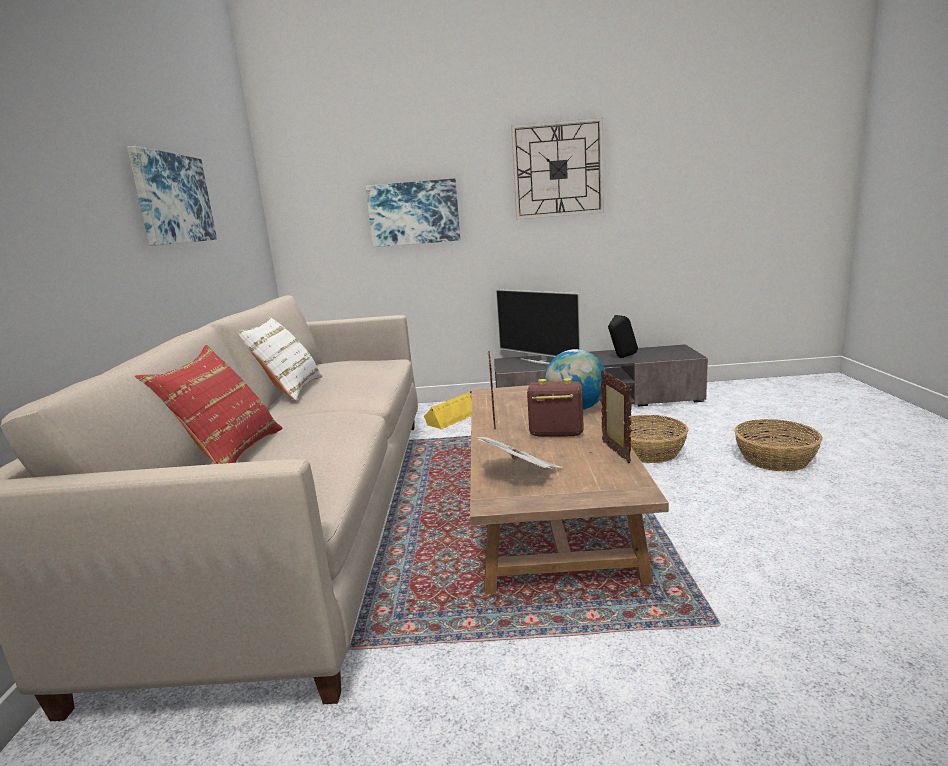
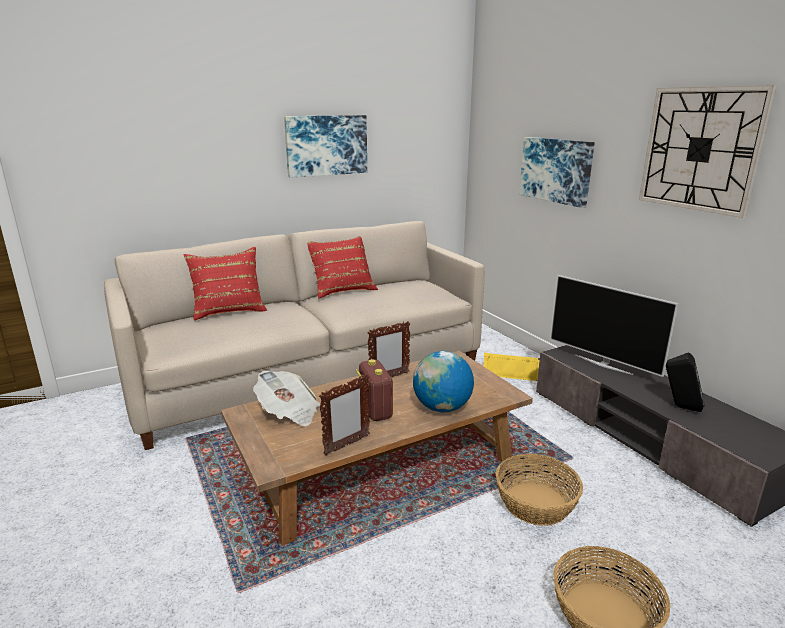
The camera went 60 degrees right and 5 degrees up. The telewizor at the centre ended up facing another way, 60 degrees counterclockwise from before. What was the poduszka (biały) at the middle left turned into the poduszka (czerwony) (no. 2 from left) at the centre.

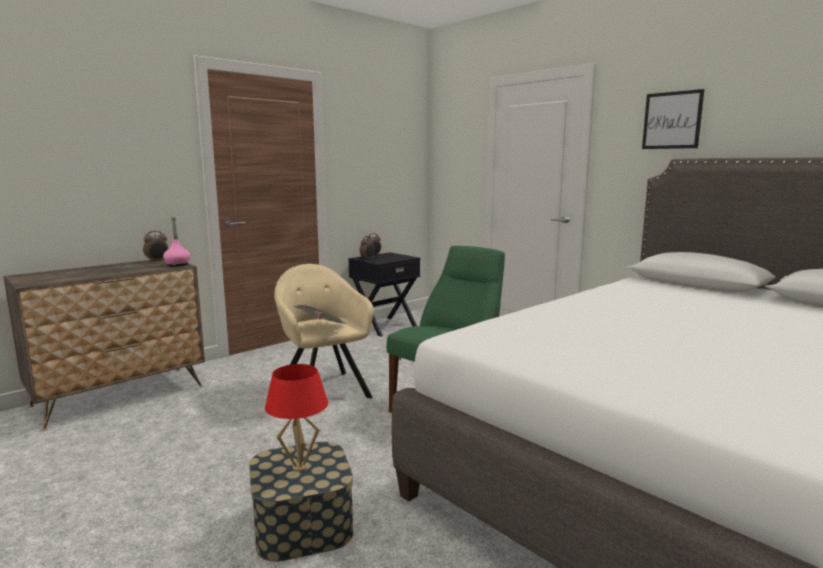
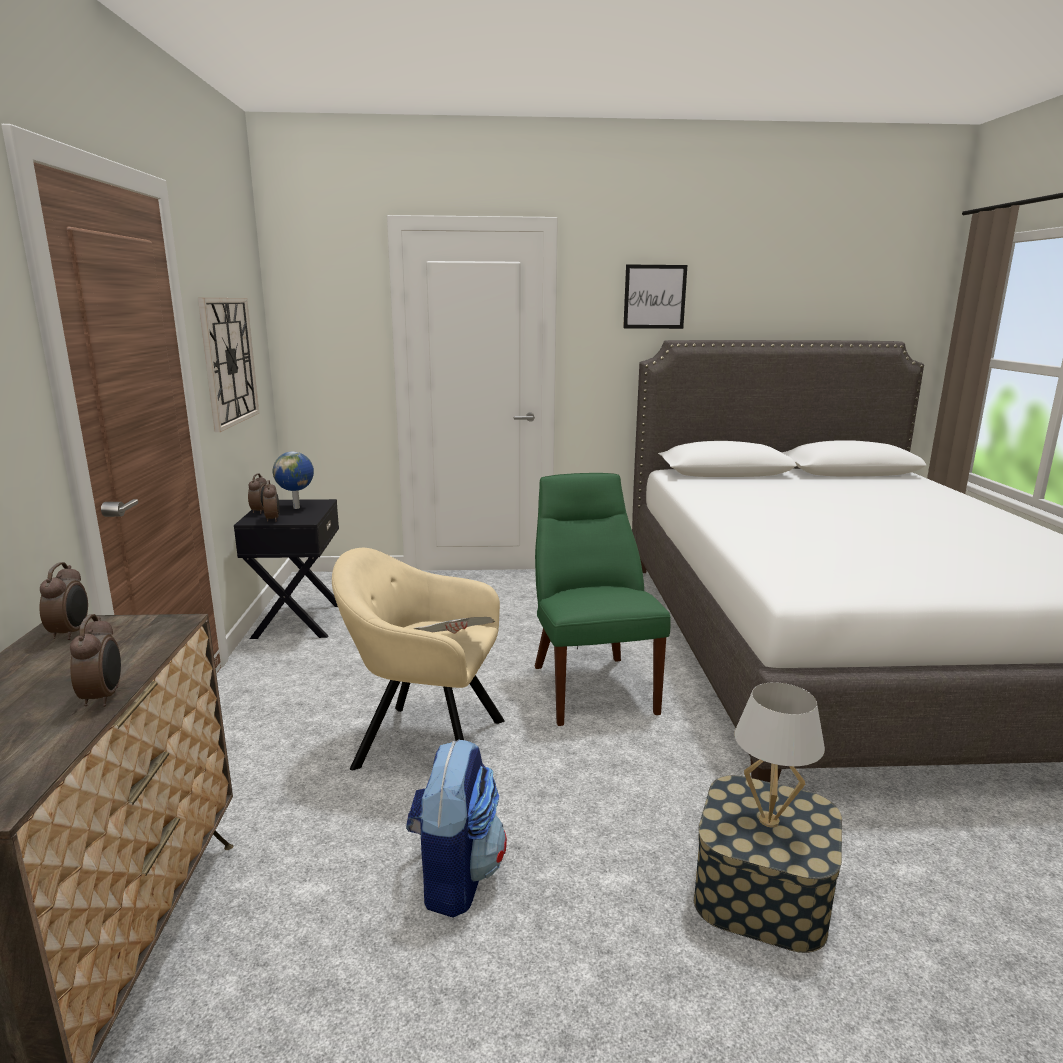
The camera went 50 degrees left and 5 degrees up. The second view lost the butelka (różowy) at the middle left. What was the lampa stołowa (czerwony) at the bottom centre turned into the lampa stołowa (biały) at the bottom right. The second view gained the zegar ścienny at the middle left. The second view gained the globus at the middle left. The second view gained the budzik (no. 2 from left) at the middle left. The second view gained the plecak at the bottom centre.

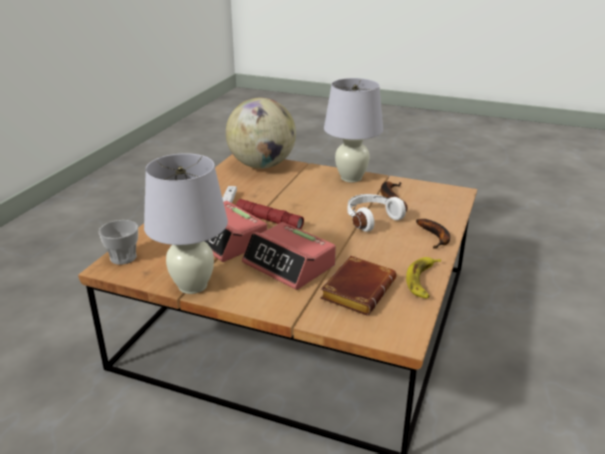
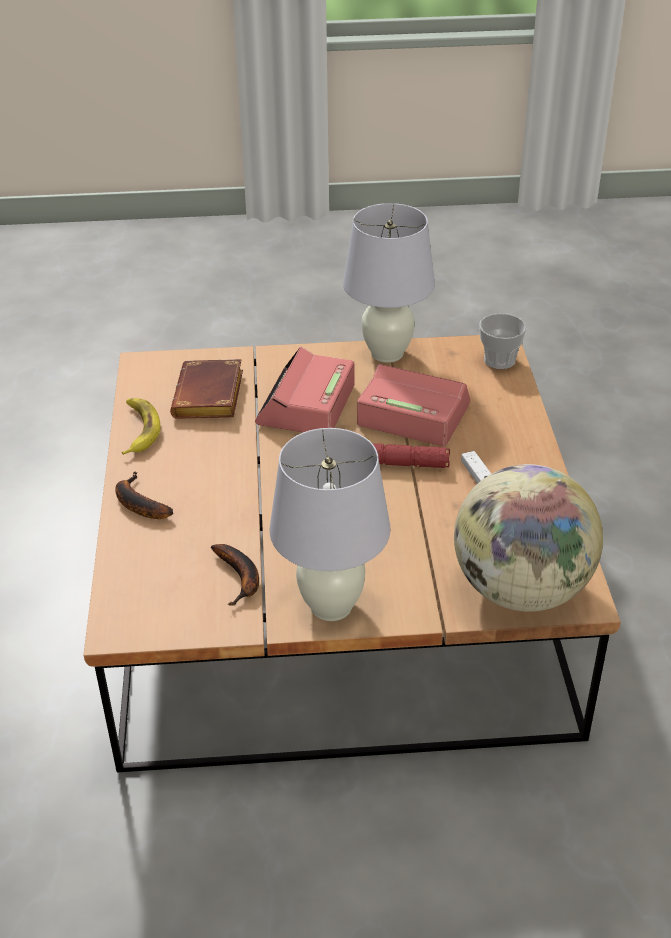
The camera went 155 degrees right and 10 degrees up. The second view lost the słuchawki (biały) at the centre. The budzik (no. 2 from left in the first image) at the centre ended up facing another way, 90 degrees counterclockwise from before.

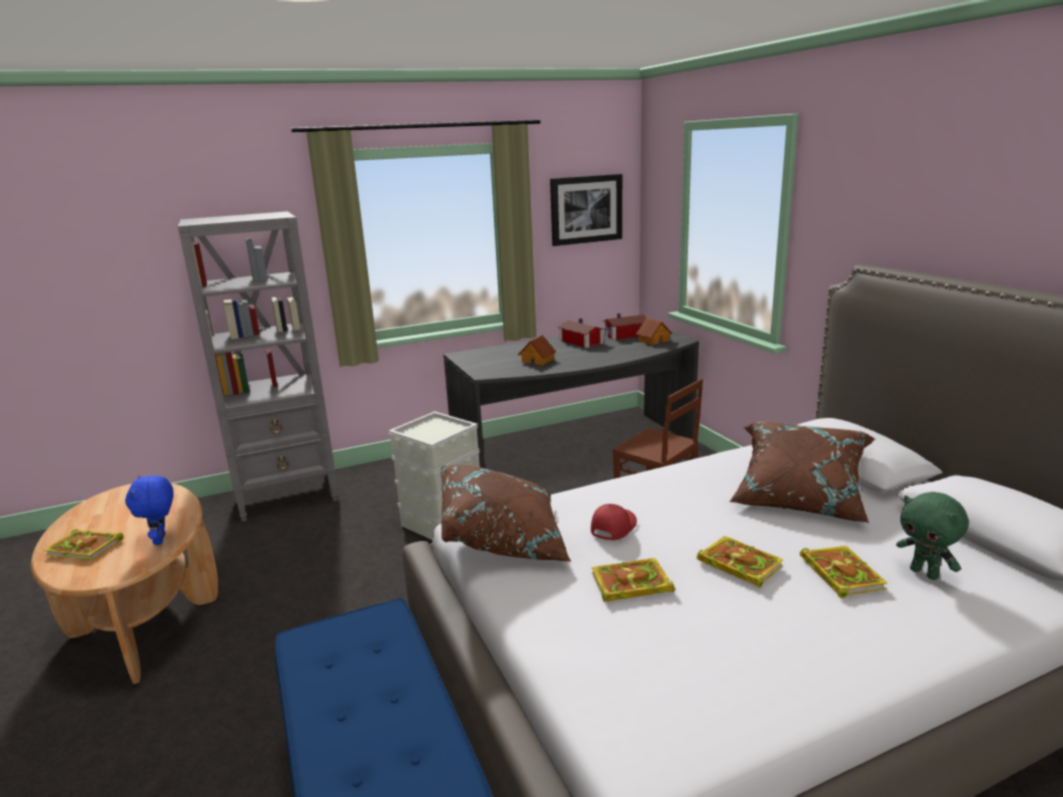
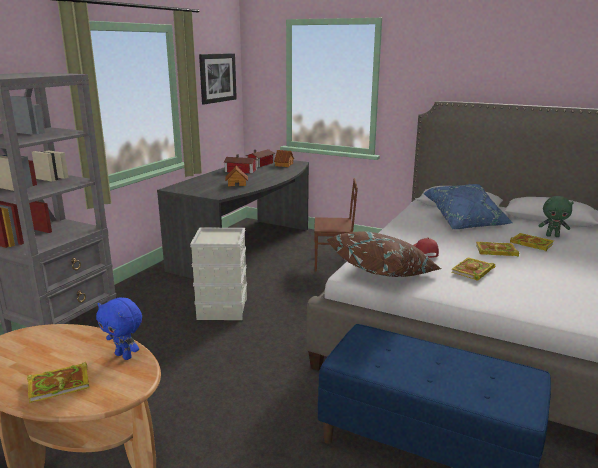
The camera went 40 degrees left and 0 degrees up. What was the poduszka (brązowy) (no. 2 from left) at the middle right turned into the poduszka (niebieski) at the middle right.

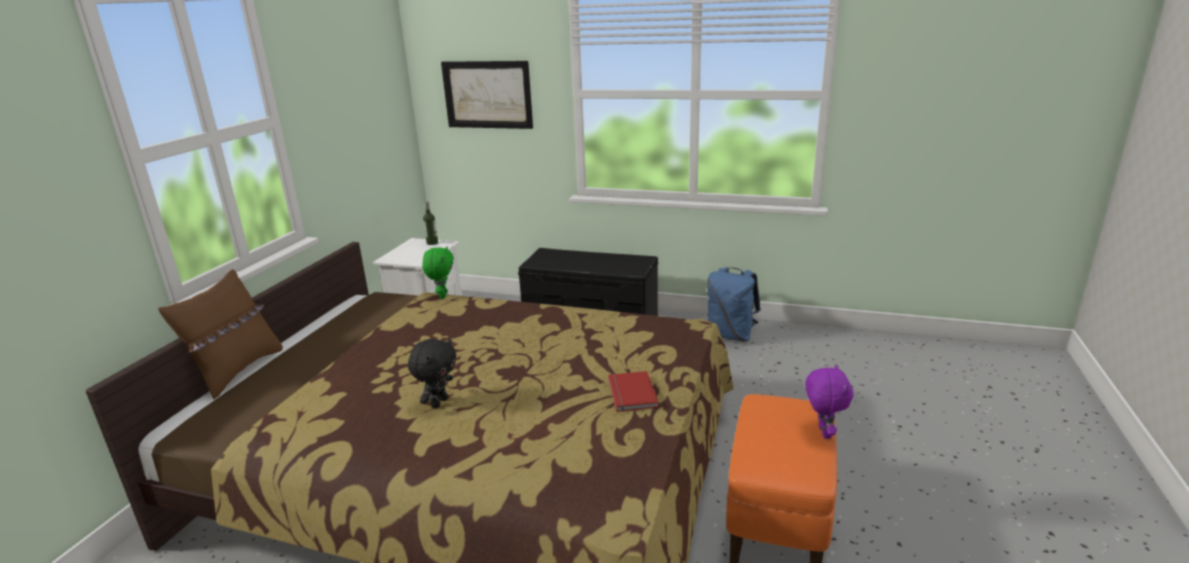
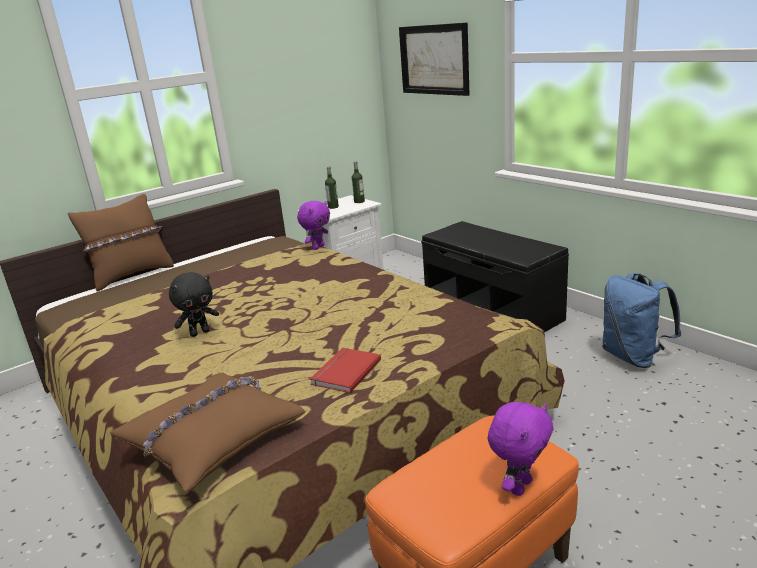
The camera went 35 degrees right and 0 degrees up. What was the pluszak (zielony) at the centre turned into the pluszak (fioletowy) (no. 1 from left) at the centre. The second view gained the butelka (no. 1 from left) at the top centre. The second view gained the poduszka (brązowy) (no. 2 from left) at the bottom left.

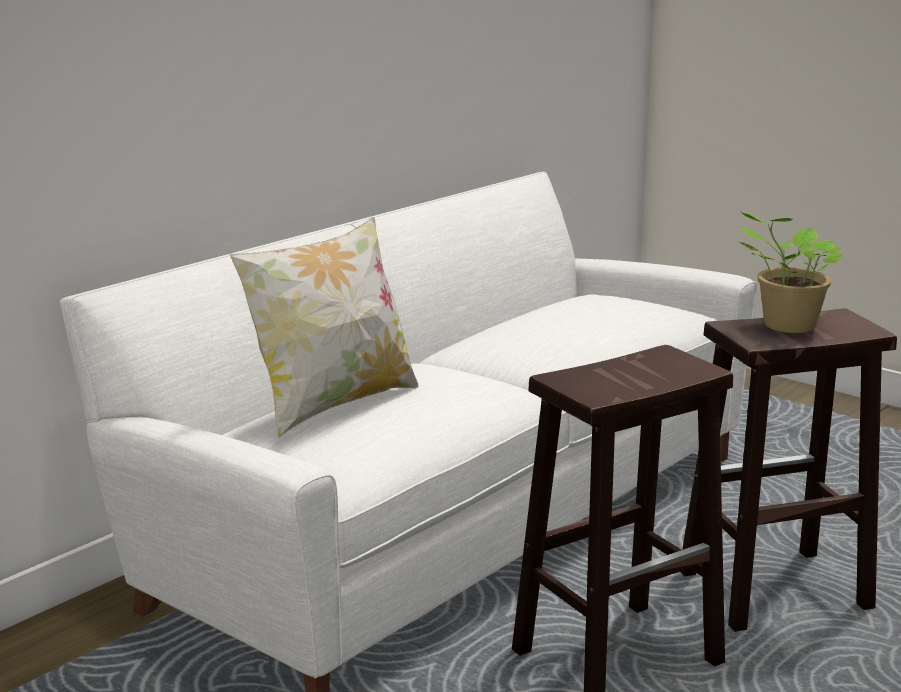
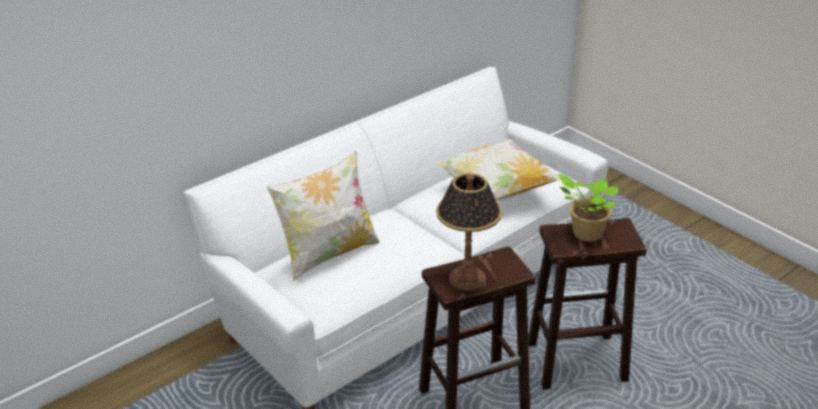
The camera went 10 degrees right and 15 degrees up. The second view gained the poduszka (no. 2 from left) at the centre. The second view gained the lampa stołowa at the centre.

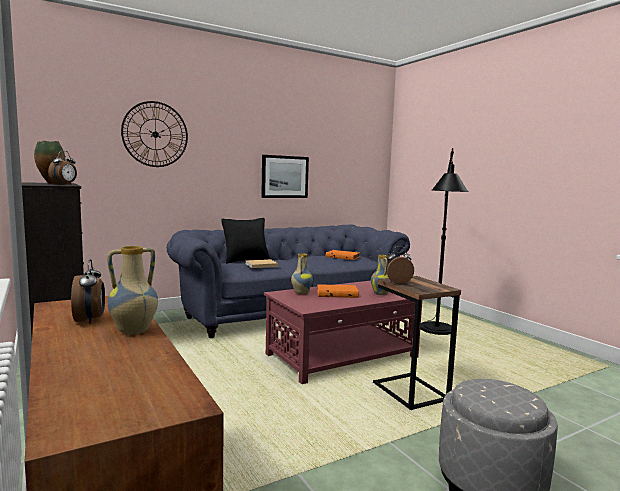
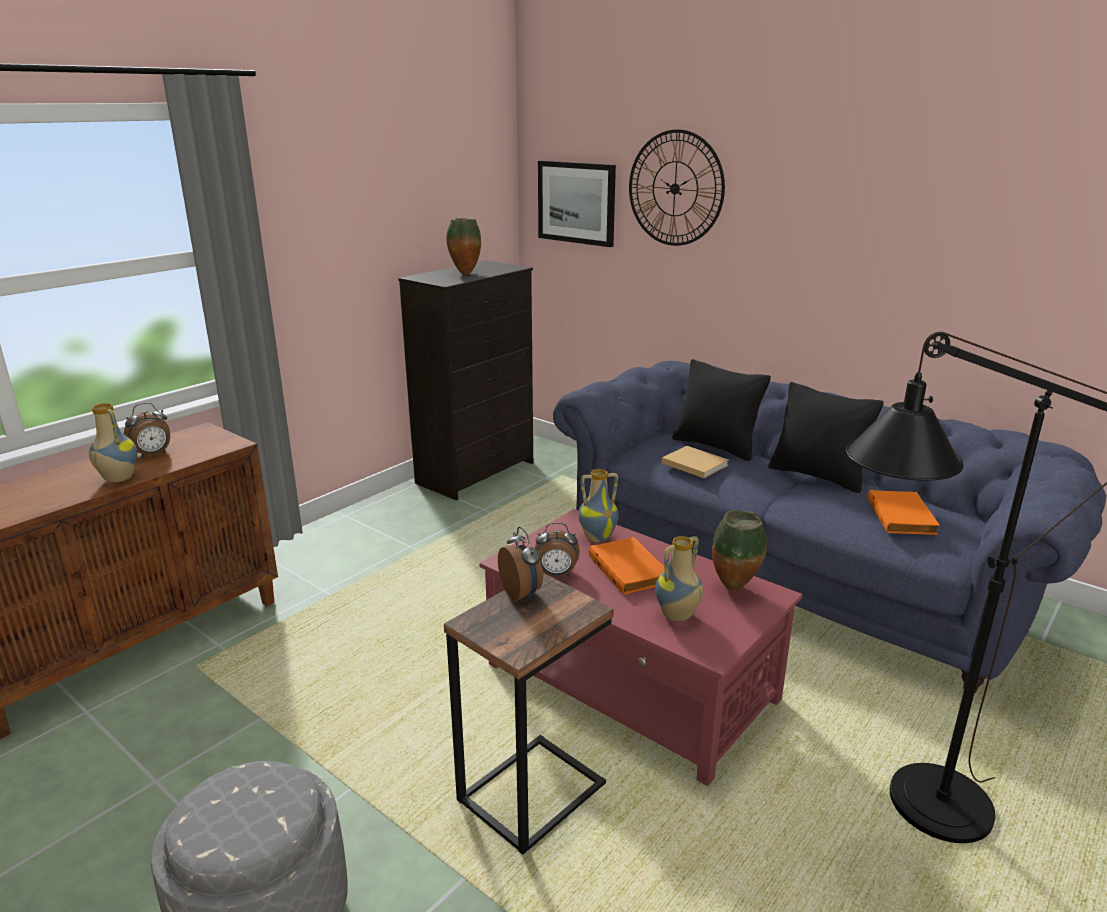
The camera went 70 degrees right and 15 degrees up. The budzik (no. 1 from left in the first image) ended up elsewhere, having gone from the middle left to the centre. The obraz ended up elsewhere, having gone from the centre to the top centre. The second view gained the poduszka (czarny) (no. 2 from left) at the middle right. The second view gained the wazon (no. 5 from left) at the middle right.

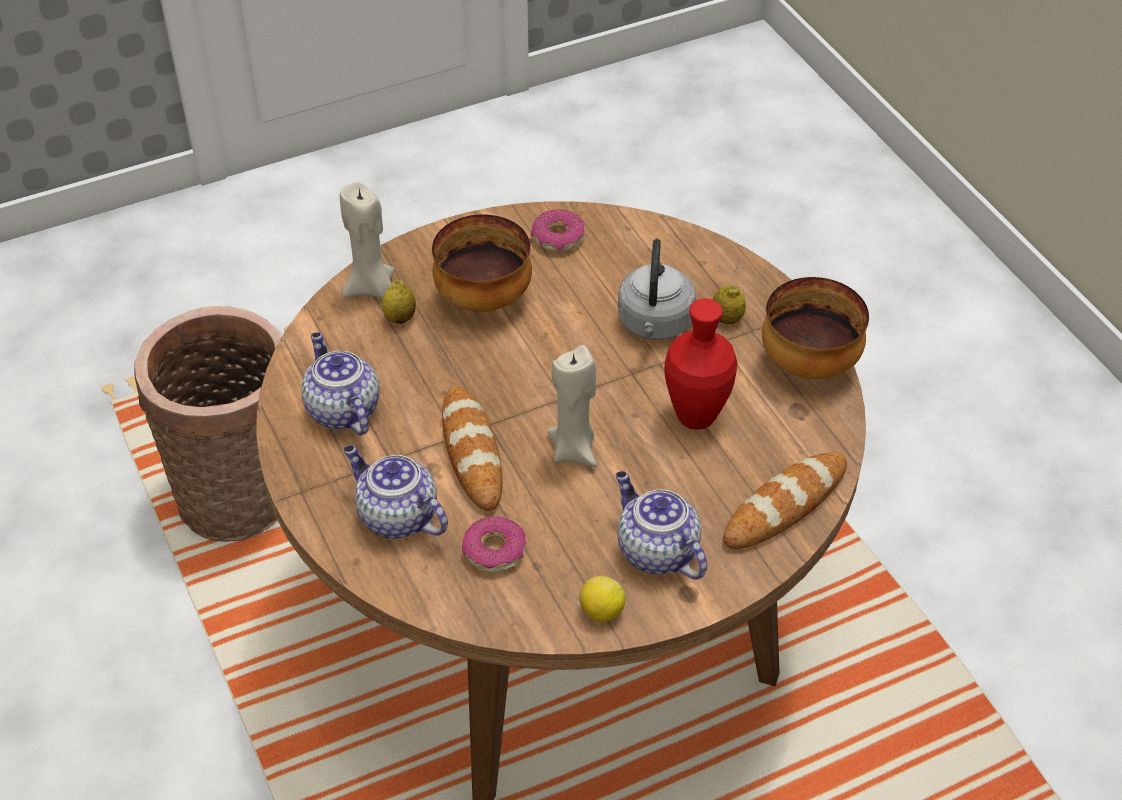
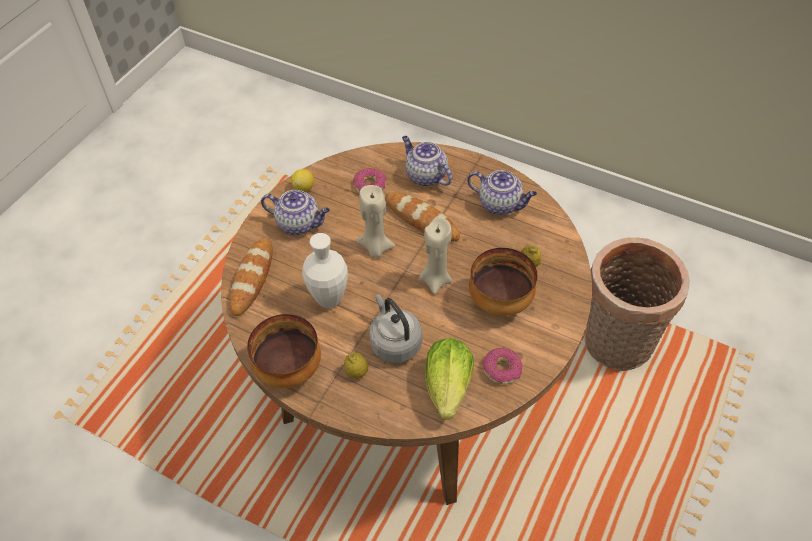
The camera went 145 degrees right and 5 degrees up. The świeca (beżowy) (no. 1 from left in the first image) ended up elsewhere, having gone from the top left to the centre. What was the wazon (czerwony) at the centre turned into the wazon (biały) at the centre. The imbryk (no. 2 from left) at the centre ended up facing another way, 135 degrees counterclockwise from before. The second view gained the sałata at the bottom centre.

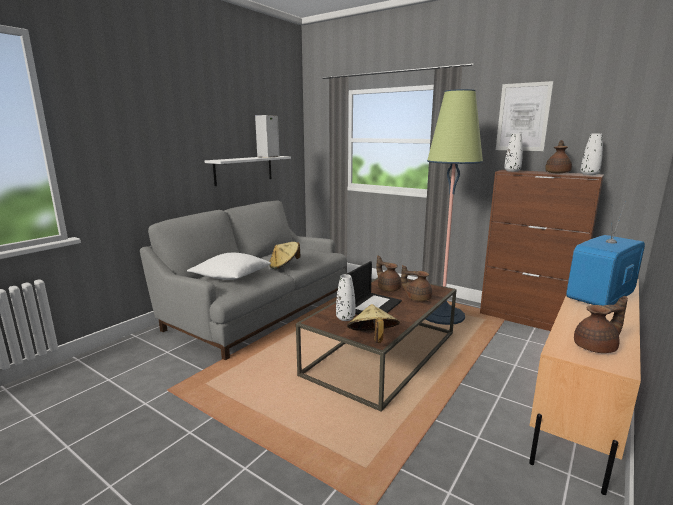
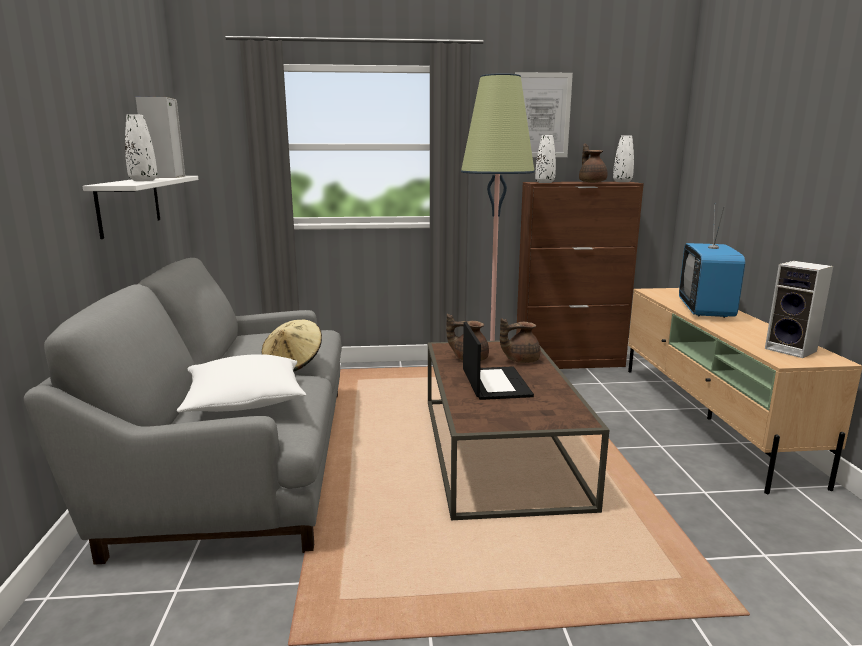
The camera went 40 degrees left and 0 degrees up. The wazon (biały) (no. 1 from left) ended up elsewhere, having gone from the centre to the top left. Where the imbryk (brązowy) (no. 4 from left) stood at the middle right, the głośnik (no. 2 from left) came to stand at the middle right. The second view lost the kapelusz (beżowy) (no. 2 from left) at the centre.

